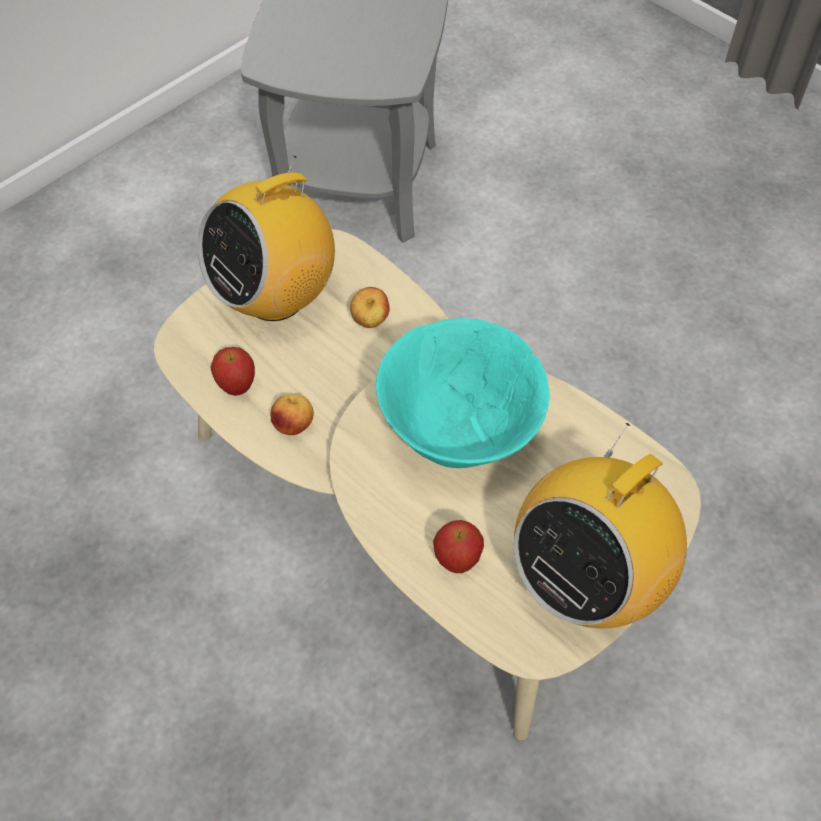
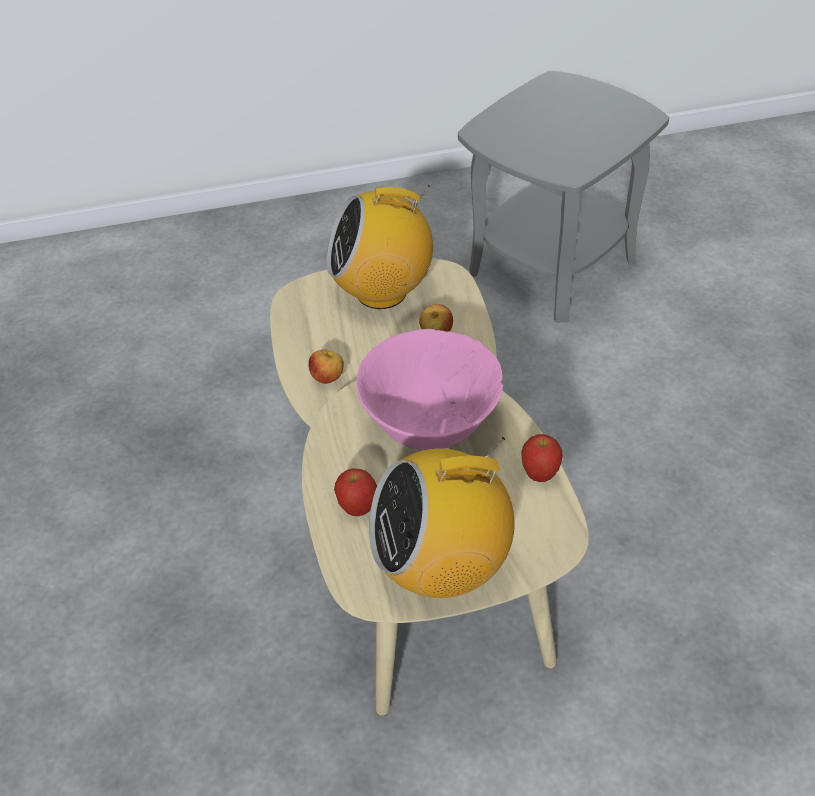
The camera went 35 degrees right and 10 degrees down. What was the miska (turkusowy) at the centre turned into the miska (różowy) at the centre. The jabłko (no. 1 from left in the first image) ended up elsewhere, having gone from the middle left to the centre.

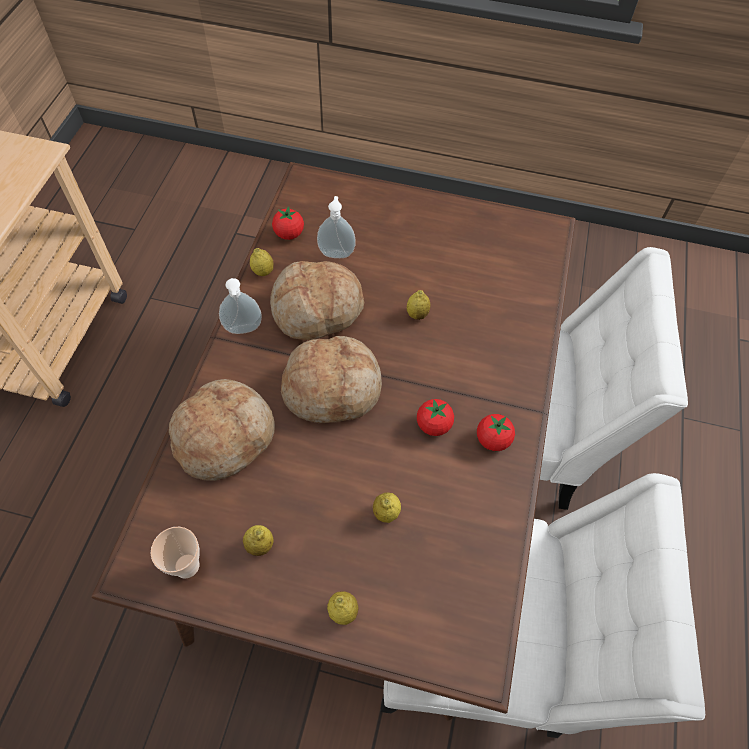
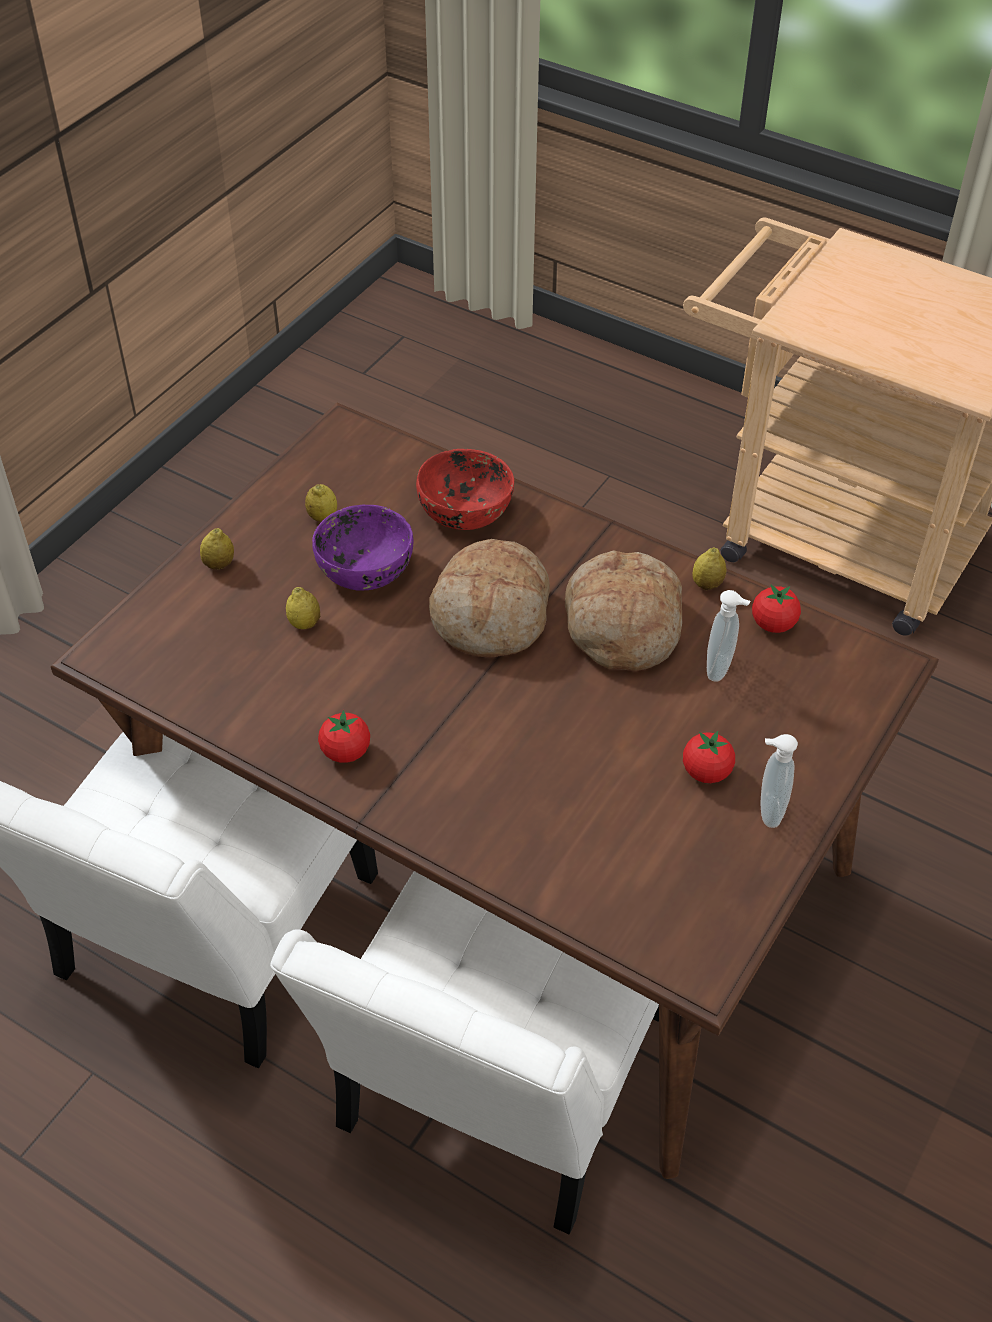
The camera went 110 degrees right and 10 degrees down. The dozownik mydła (no. 1 from left in the first image) ended up elsewhere, having gone from the middle left to the middle right. The second view lost the cytryna (no. 5 from left) at the centre. Where the chleb (no. 1 from left) stood at the middle left, the miska (czerwony) came to stand at the centre. The pomidor (no. 2 from left) ended up elsewhere, having gone from the centre to the middle right. The second view lost the filiżanka at the bottom left. The second view gained the miska (fioletowy) at the centre.

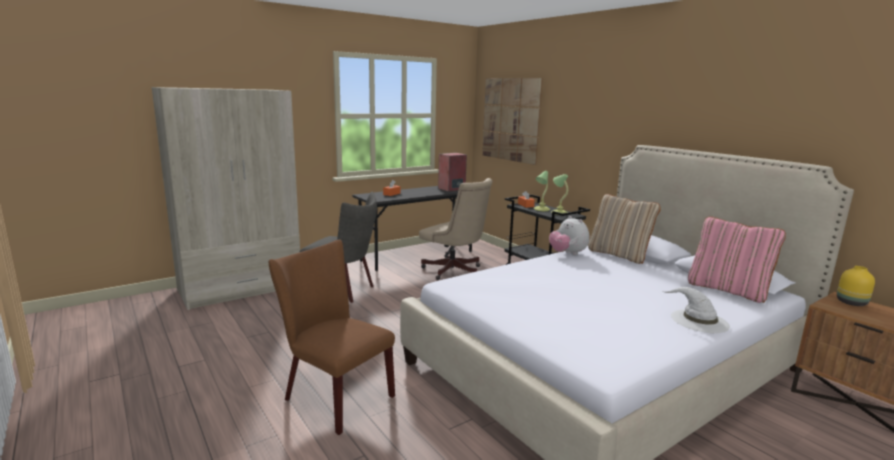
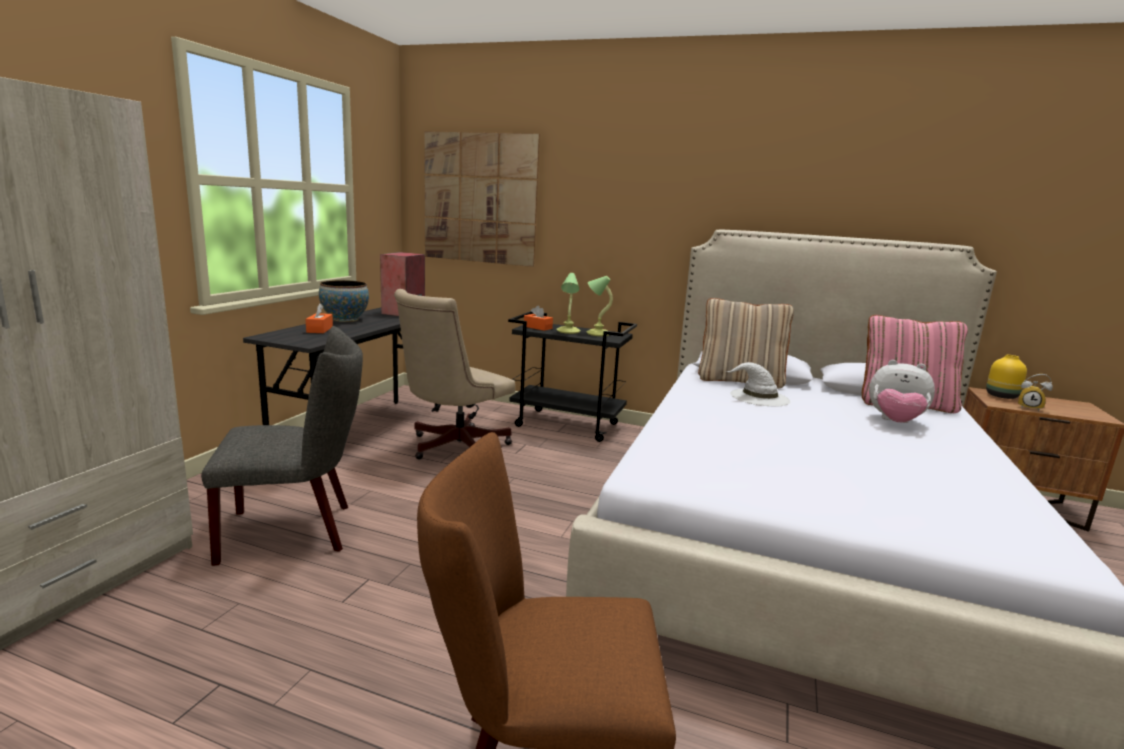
The camera went 35 degrees left and 0 degrees up. The krzesło biurowe (beżowy) at the centre ended up facing another way, 120 degrees clockwise from before. The pluszak ended up elsewhere, having gone from the centre to the middle right. The kapelusz (biały) ended up elsewhere, having gone from the bottom right to the middle right. The second view gained the miska at the middle left. The second view gained the budzik at the middle right.

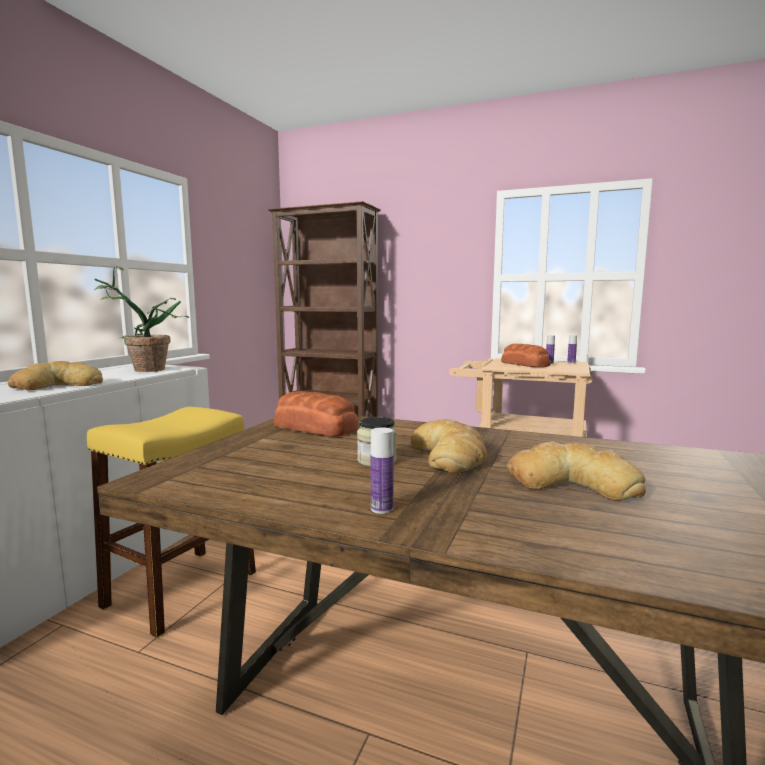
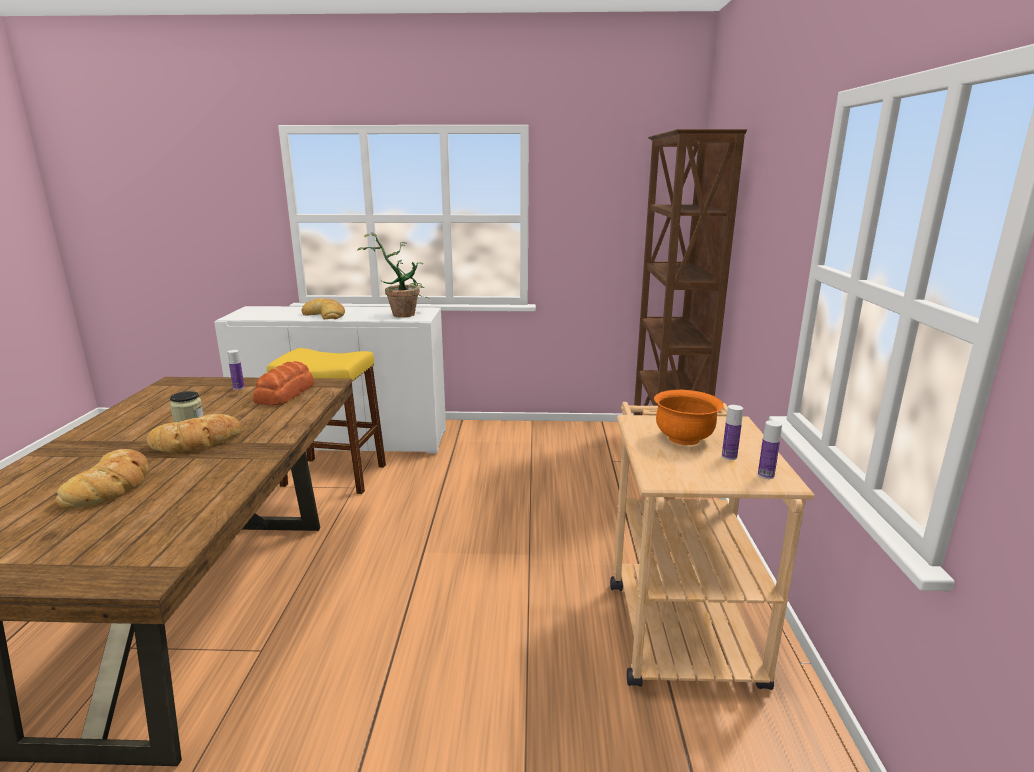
The camera went 70 degrees right and 10 degrees up. Where the chleb (no. 4 from left) stood at the middle right, the miska (pomarańczowy) came to stand at the centre. The butelka (no. 1 from left) ended up elsewhere, having gone from the centre to the middle left.

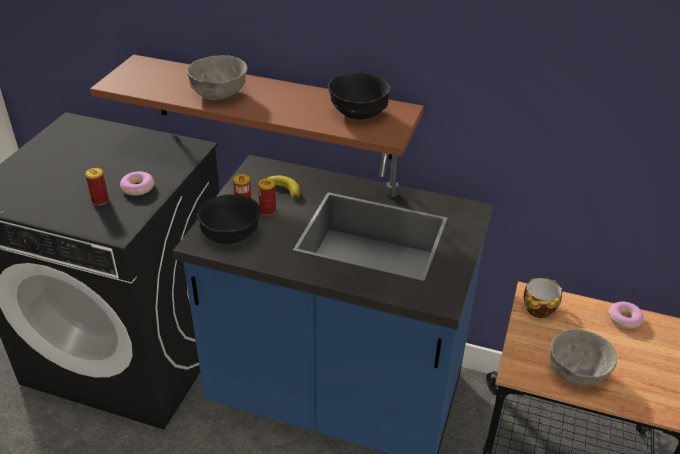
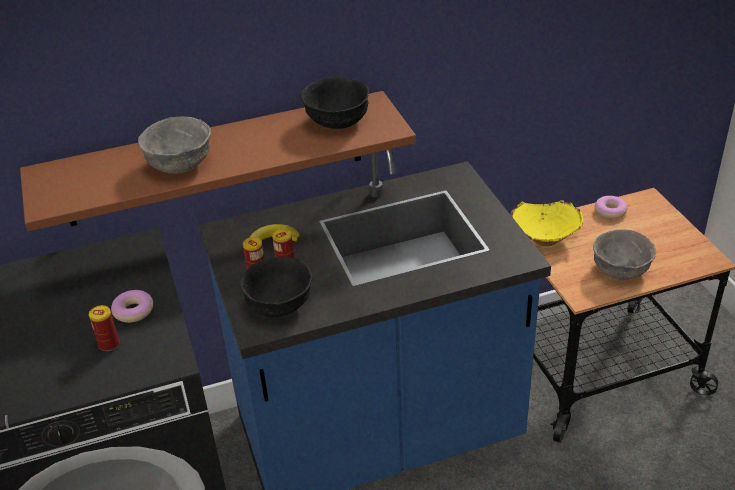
The camera went 35 degrees left and 0 degrees up. Where the filiżanka stood at the middle right, the miska (żółty) came to stand at the middle right.

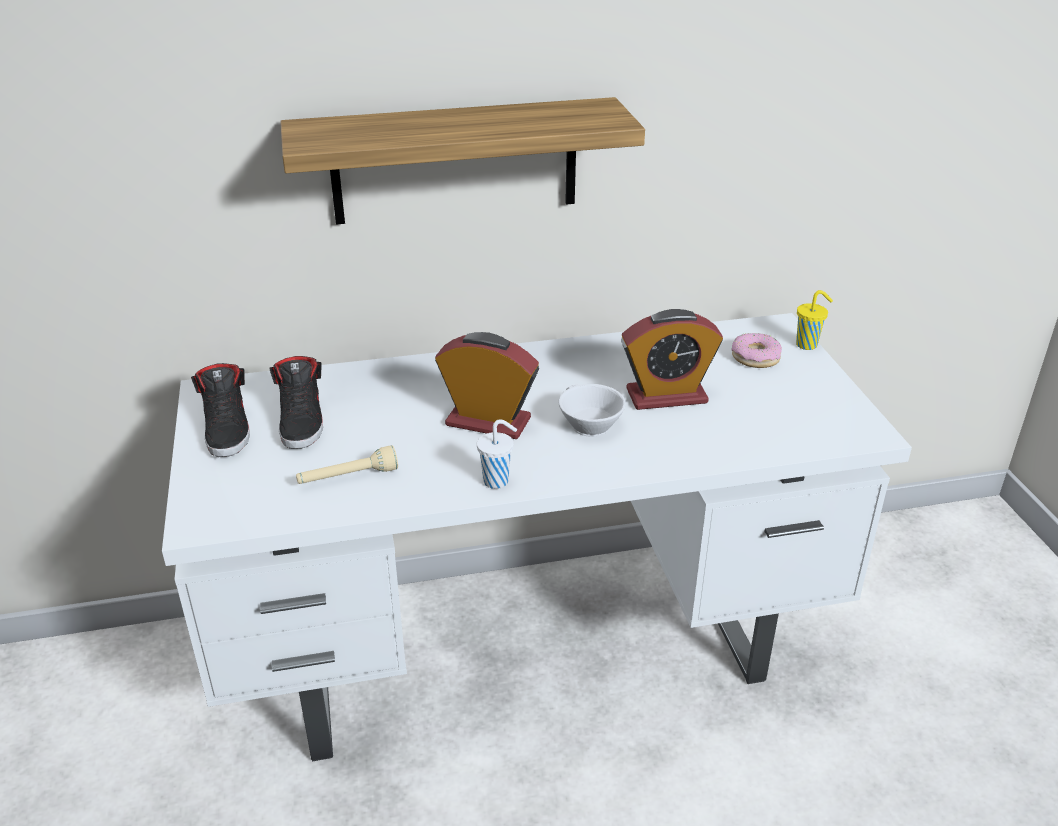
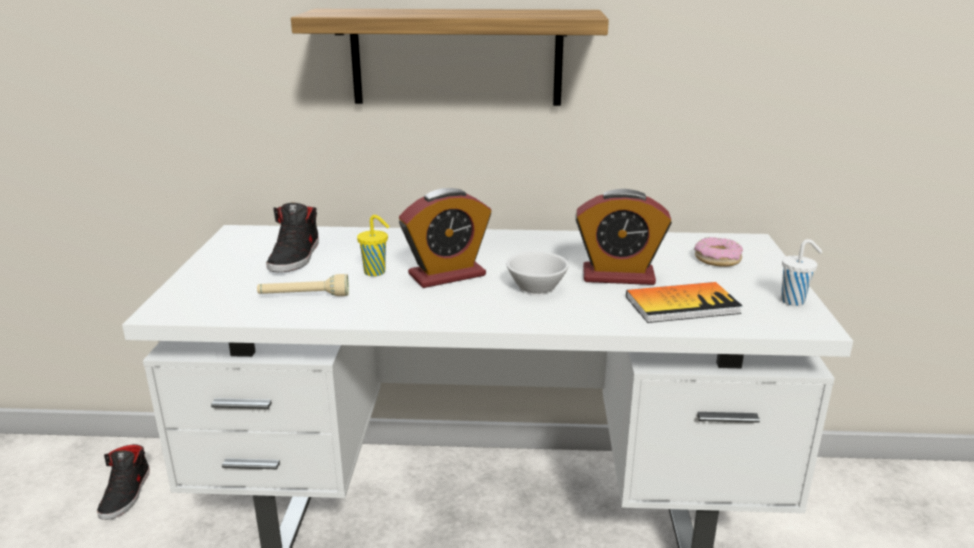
The camera went 15 degrees right and 10 degrees down. The filiżanka (żółty) ended up elsewhere, having gone from the middle right to the centre. The budzik (no. 1 from left) at the centre ended up facing another way, 120 degrees clockwise from before. The but (czarny) (no. 1 from left) ended up elsewhere, having gone from the middle left to the bottom left. The filiżanka (biały) (no. 1 from left in the first image) ended up elsewhere, having gone from the centre to the middle right. The second view gained the książka at the middle right.

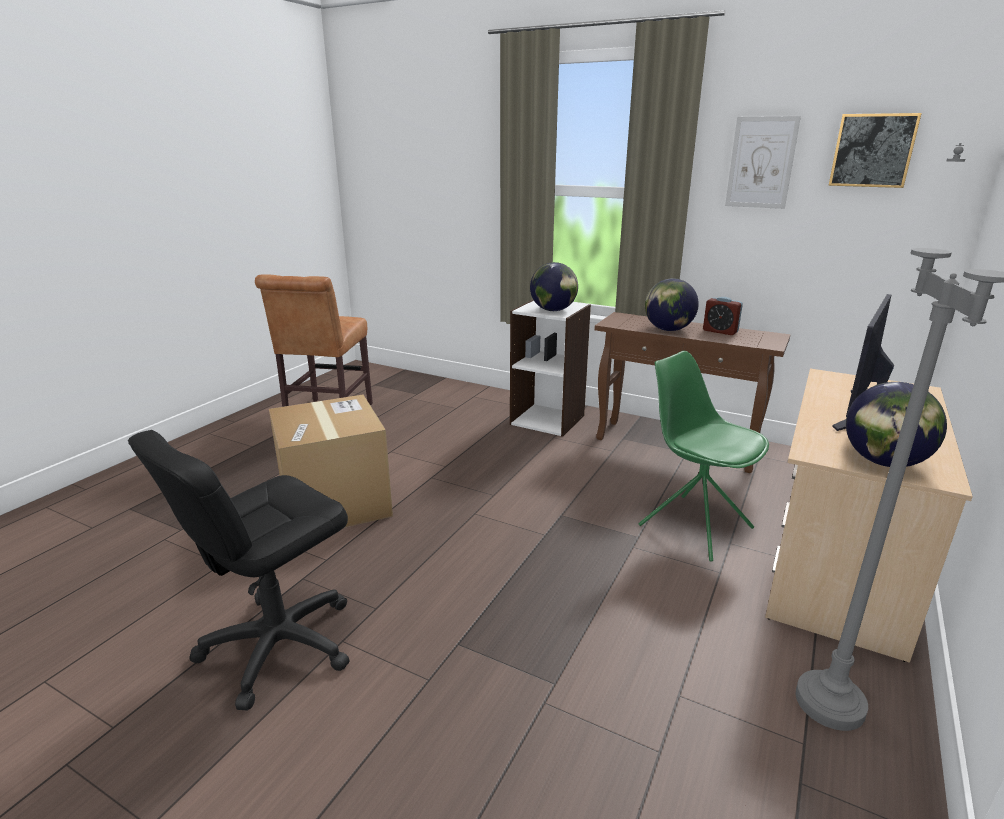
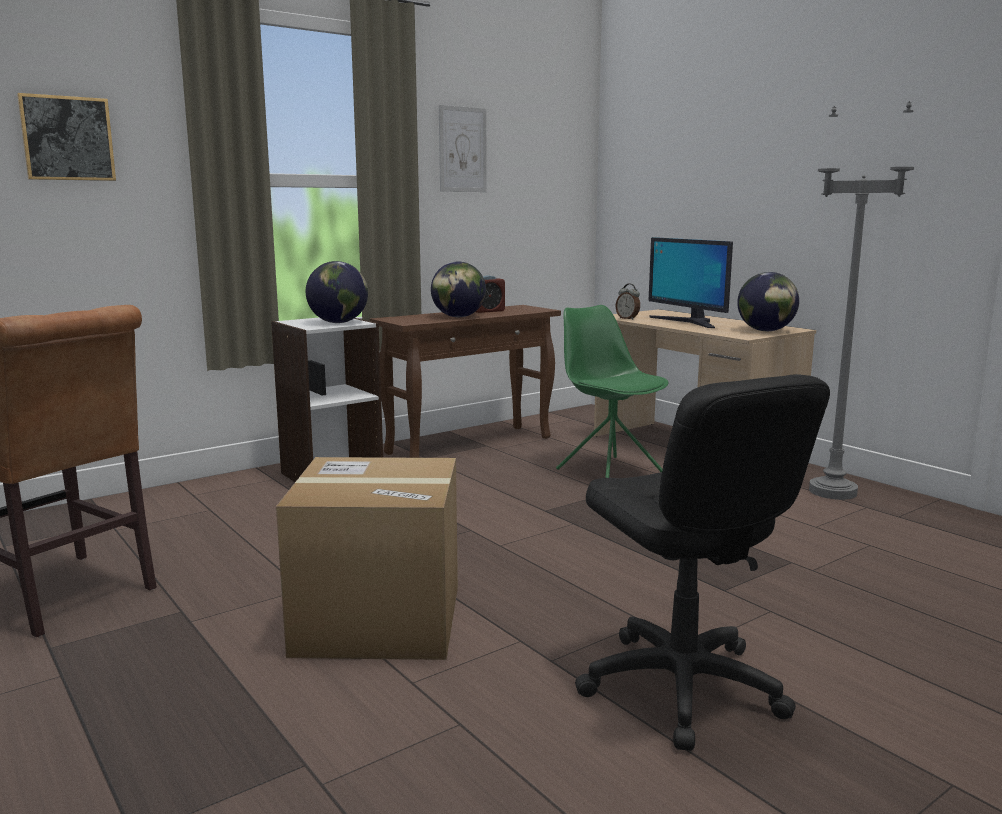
The camera went 65 degrees left and 10 degrees down. The obraz (no. 2 from left in the first image) ended up elsewhere, having gone from the top right to the top left. The krzesło (zielony) at the middle right ended up facing another way, 75 degrees clockwise from before. The second view gained the budzik (no. 2 from left) at the centre.

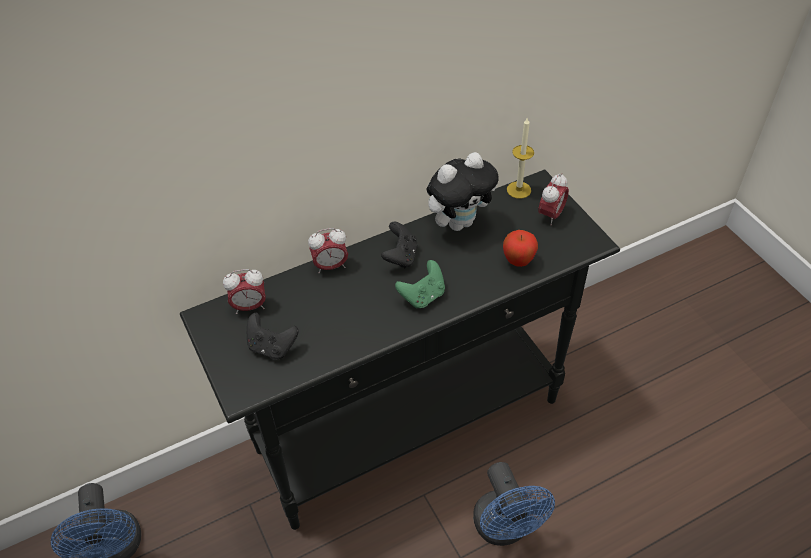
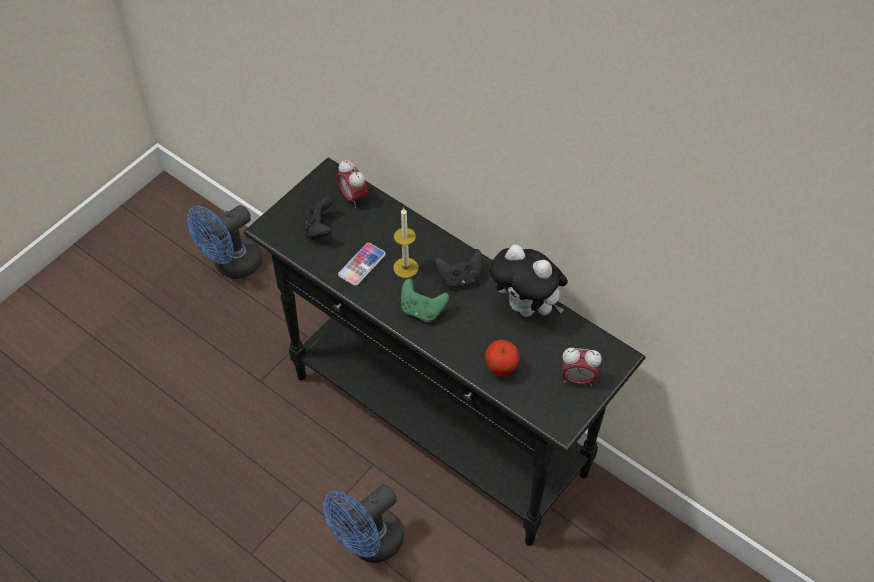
The camera went 65 degrees right and 5 degrees up. The świeca ended up elsewhere, having gone from the top centre to the centre. The second view lost the budzik (no. 2 from left) at the centre. The second view gained the telefon at the centre.

